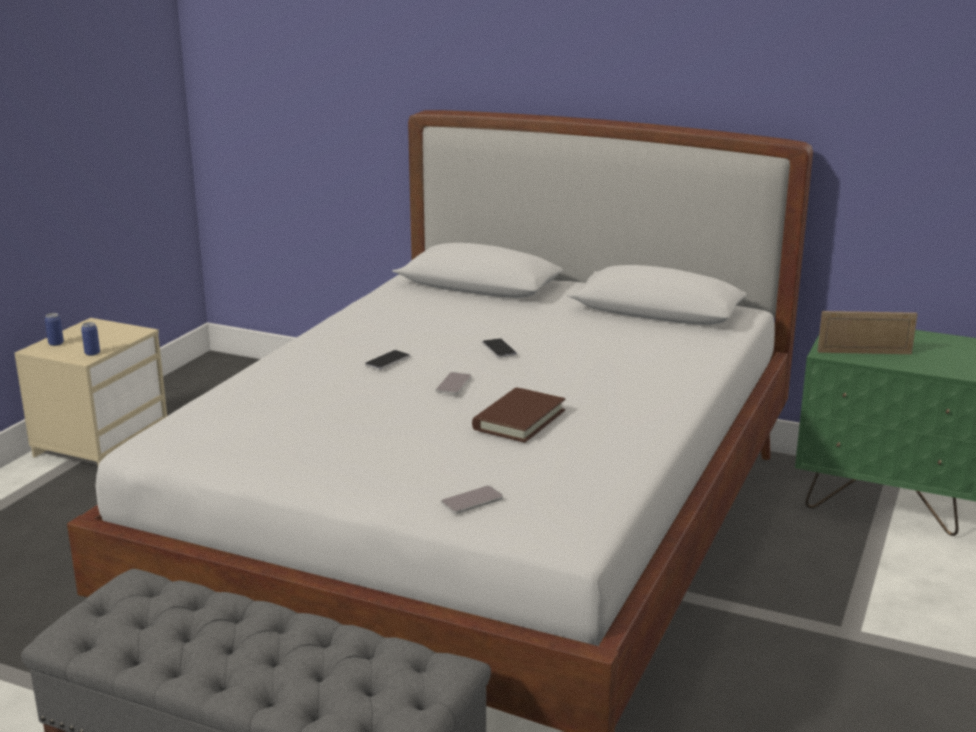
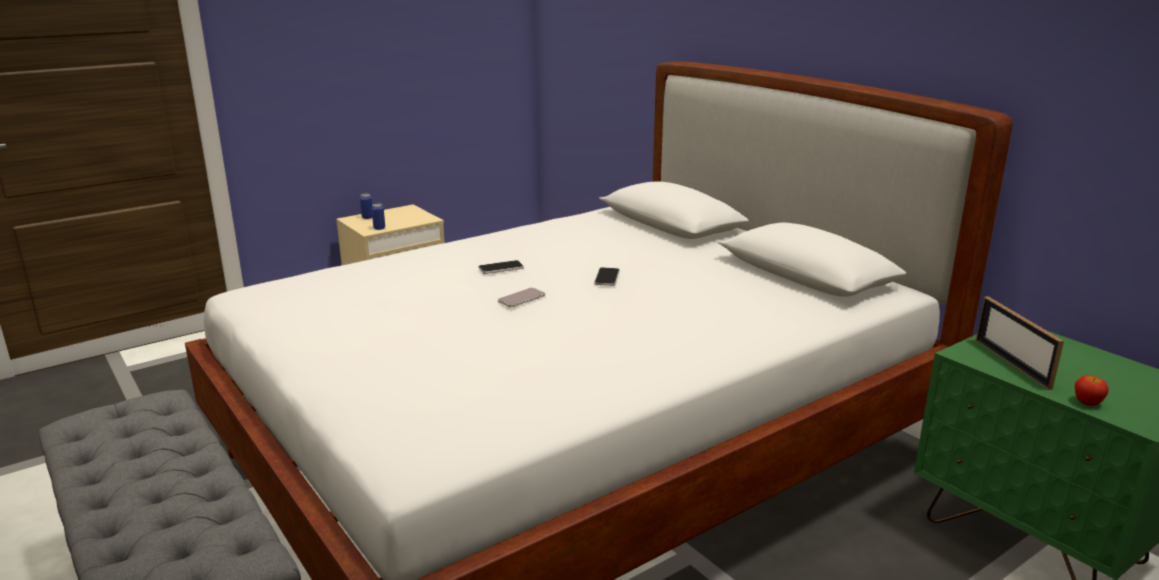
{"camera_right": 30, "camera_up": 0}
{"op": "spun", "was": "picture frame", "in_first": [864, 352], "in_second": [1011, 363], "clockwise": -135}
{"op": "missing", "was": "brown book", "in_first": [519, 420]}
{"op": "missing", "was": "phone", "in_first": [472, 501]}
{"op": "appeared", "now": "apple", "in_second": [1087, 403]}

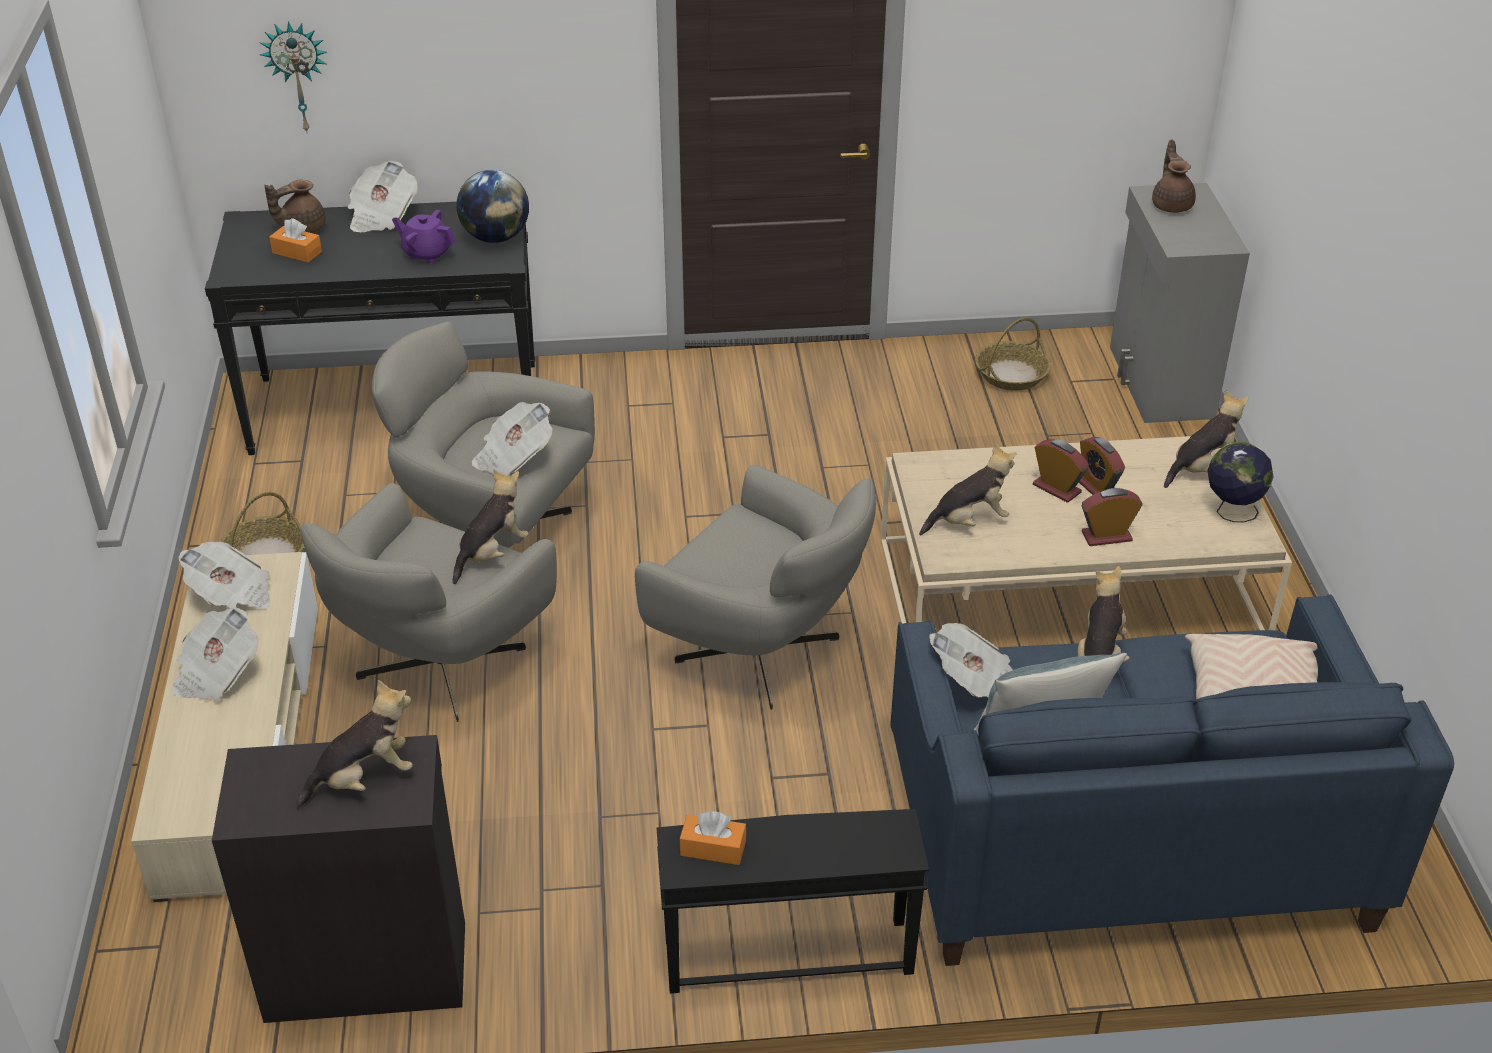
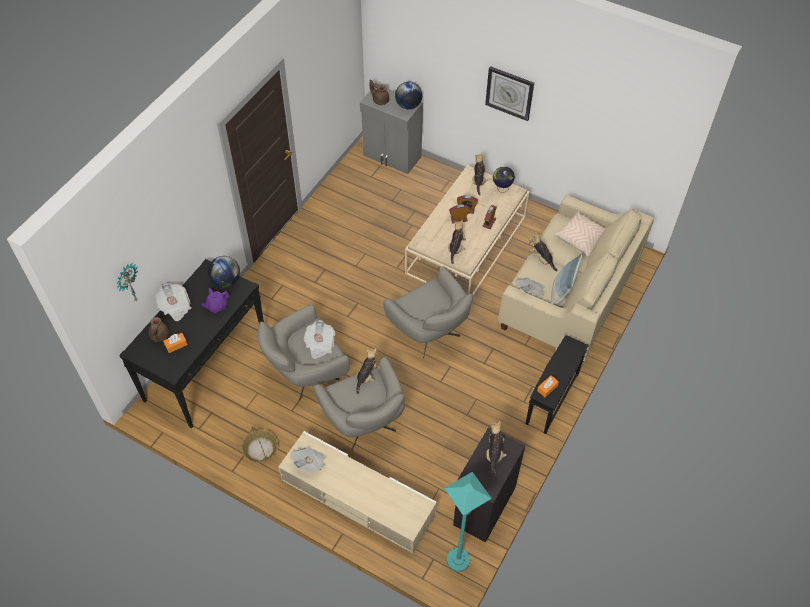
{"camera_right": -55, "camera_up": 15}
{"op": "missing", "was": "basket", "in_first": [1011, 375]}
{"op": "spun", "was": "grey armchair", "in_first": [763, 653], "in_second": [430, 334], "clockwise": 75}
{"op": "spun", "was": "plush toy", "in_first": [492, 553], "in_second": [367, 376], "clockwise": 45}
{"op": "colour", "was": "blue sofa", "now": "beige sofa", "in_first": [1126, 841], "in_second": [568, 298]}
{"op": "missing", "was": "newspaper", "in_first": [216, 674]}
{"op": "appeared", "now": "wall clock", "in_second": [509, 93]}
{"op": "appeared", "now": "globe", "in_second": [408, 105]}
{"op": "appeared", "now": "turquoise floor lamp", "in_second": [458, 560]}

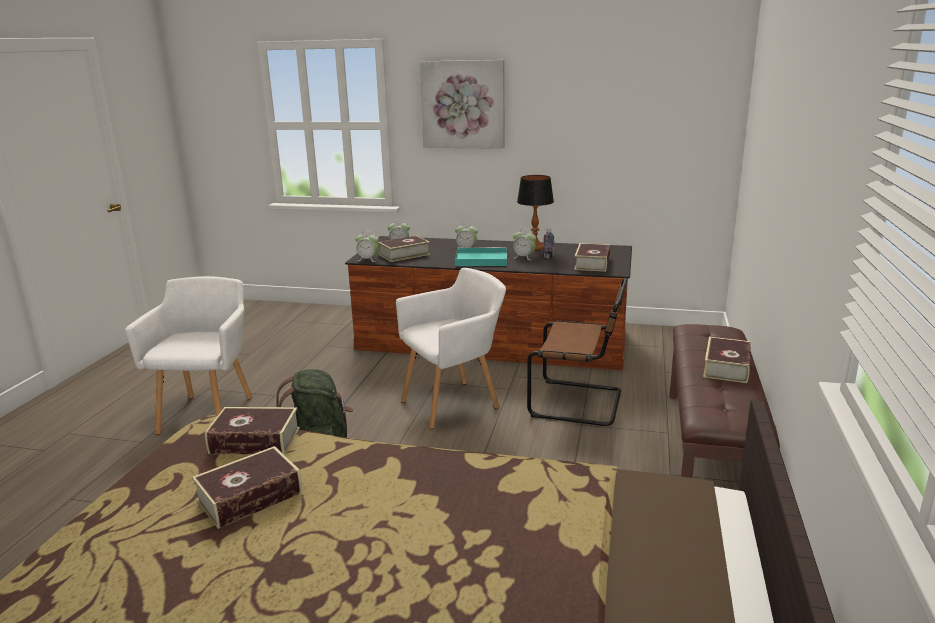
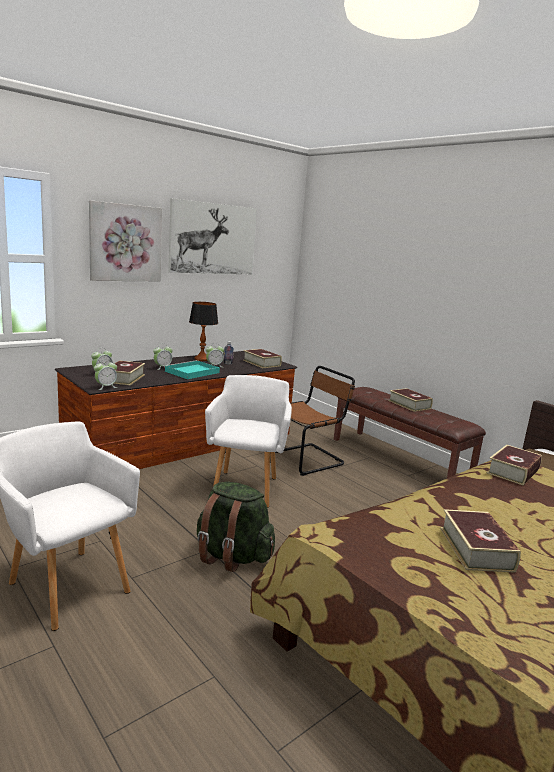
{"camera_right": -55, "camera_up": -5}
{"op": "relocated", "was": "book", "in_first": [255, 441], "in_second": [513, 471]}
{"op": "appeared", "now": "picture", "in_second": [213, 239]}

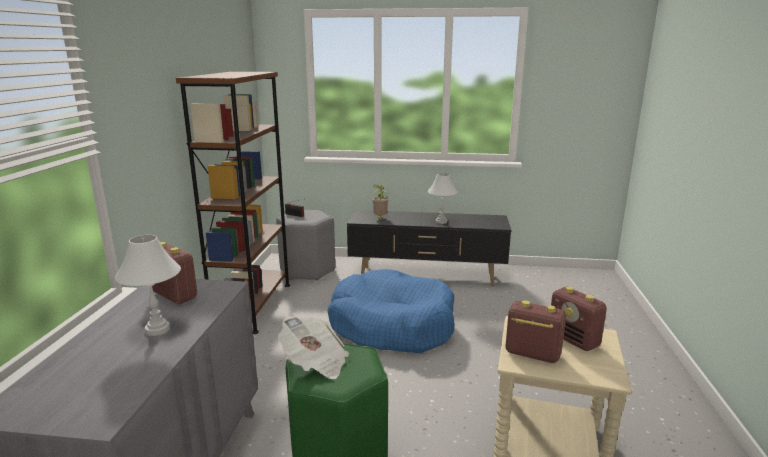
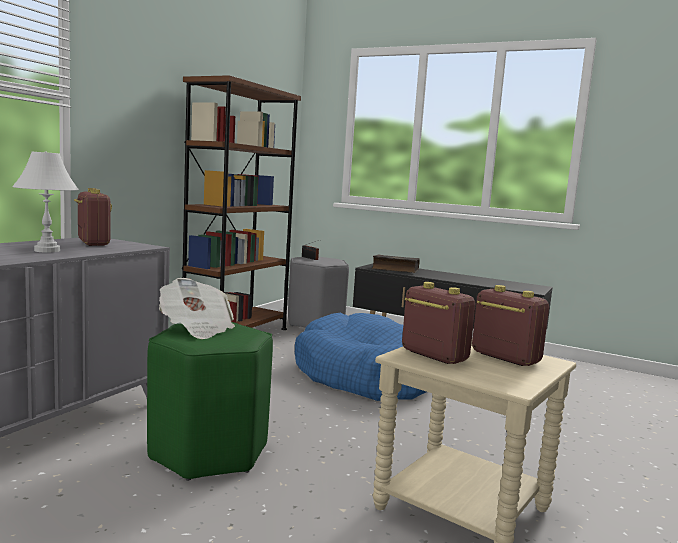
{"camera_right": 20, "camera_up": -10}
{"op": "missing", "was": "white table lamp", "in_first": [441, 222]}
{"op": "exchanged", "was": "potted plant", "now": "book", "in_first": [380, 219], "in_second": [395, 270]}
{"op": "spun", "was": "radio", "in_first": [574, 340], "in_second": [504, 357], "clockwise": 150}

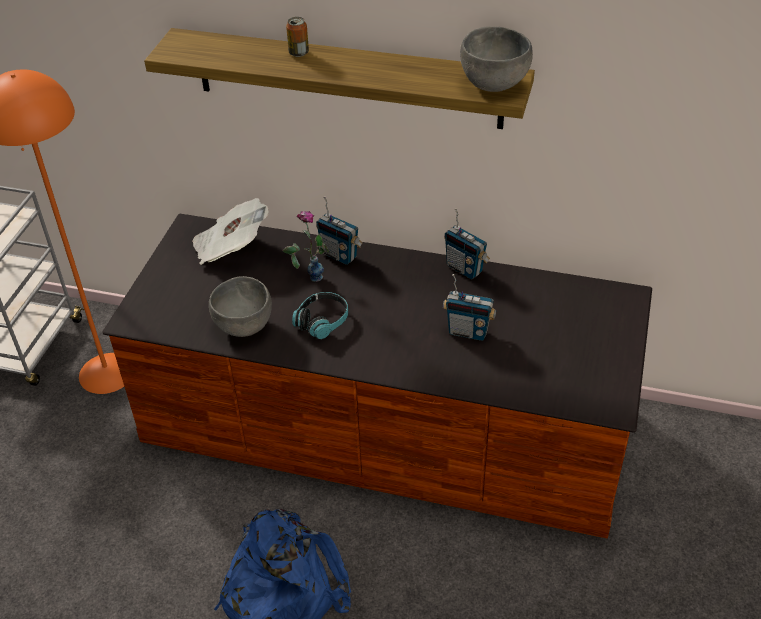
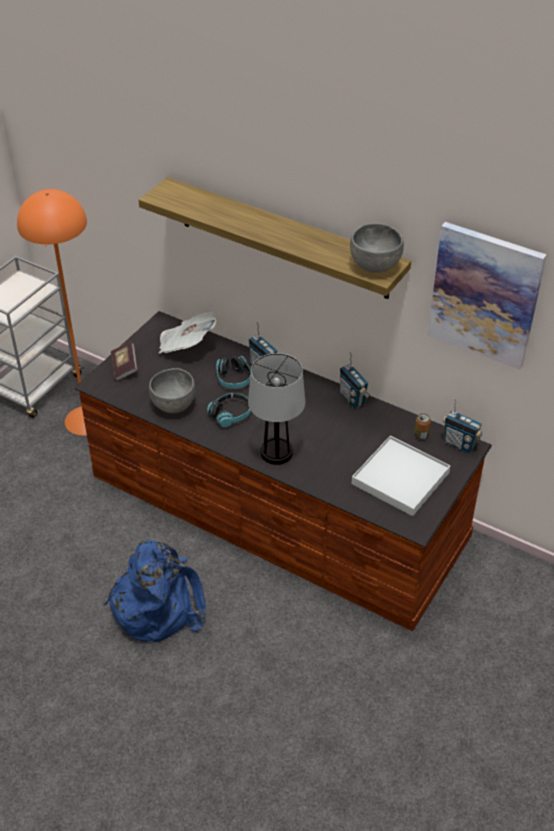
{"camera_right": 15, "camera_up": 0}
{"op": "relocated", "was": "can", "in_first": [298, 53], "in_second": [421, 435]}
{"op": "exchanged", "was": "vase", "now": "headphones", "in_first": [308, 276], "in_second": [234, 378]}
{"op": "relocated", "was": "radio", "in_first": [468, 332], "in_second": [459, 444]}
{"op": "appeared", "now": "picture", "in_second": [485, 295]}
{"op": "appeared", "now": "book", "in_second": [125, 367]}
{"op": "appeared", "now": "table lamp", "in_second": [277, 452]}
{"op": "appeared", "now": "white tray", "in_second": [400, 478]}

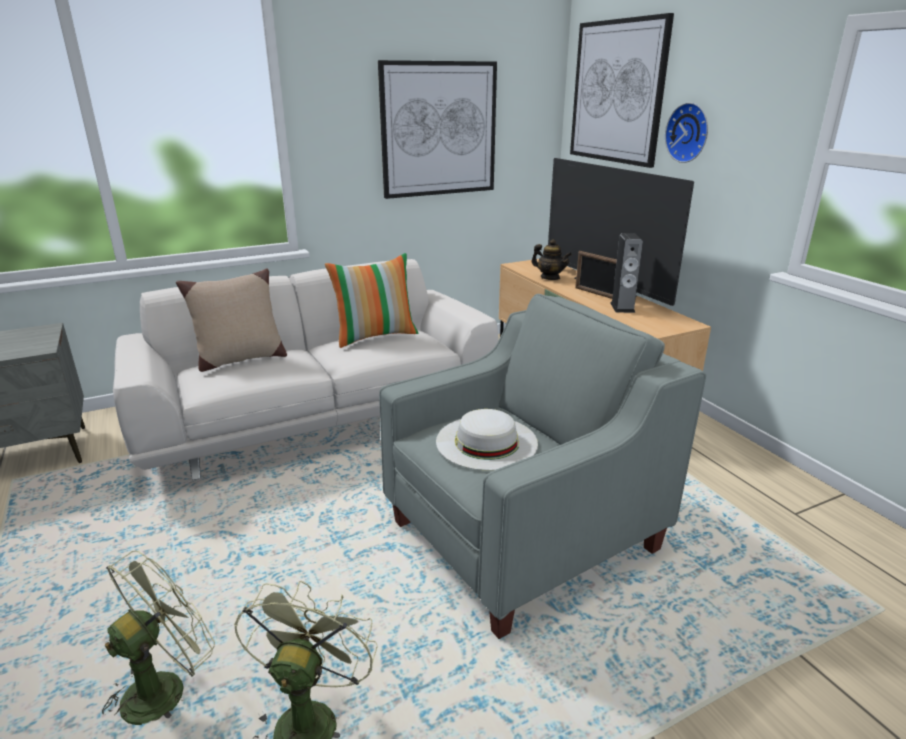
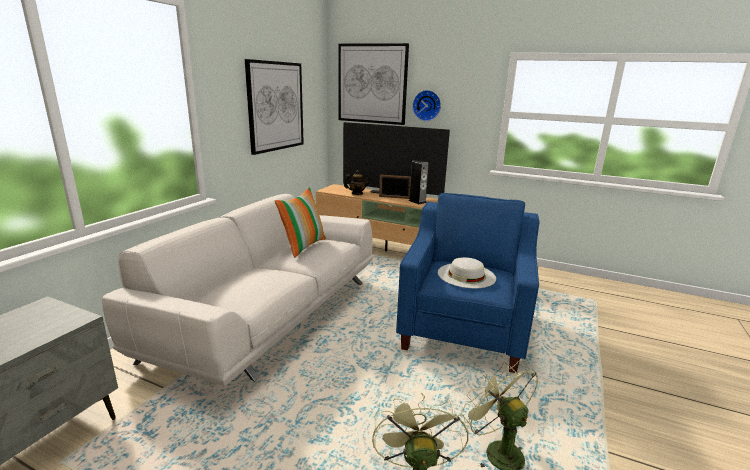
{"camera_right": -40, "camera_up": -5}
{"op": "missing", "was": "beige pillow", "in_first": [240, 359]}
{"op": "colour", "was": "grey armchair", "now": "blue armchair", "in_first": [524, 537], "in_second": [464, 329]}

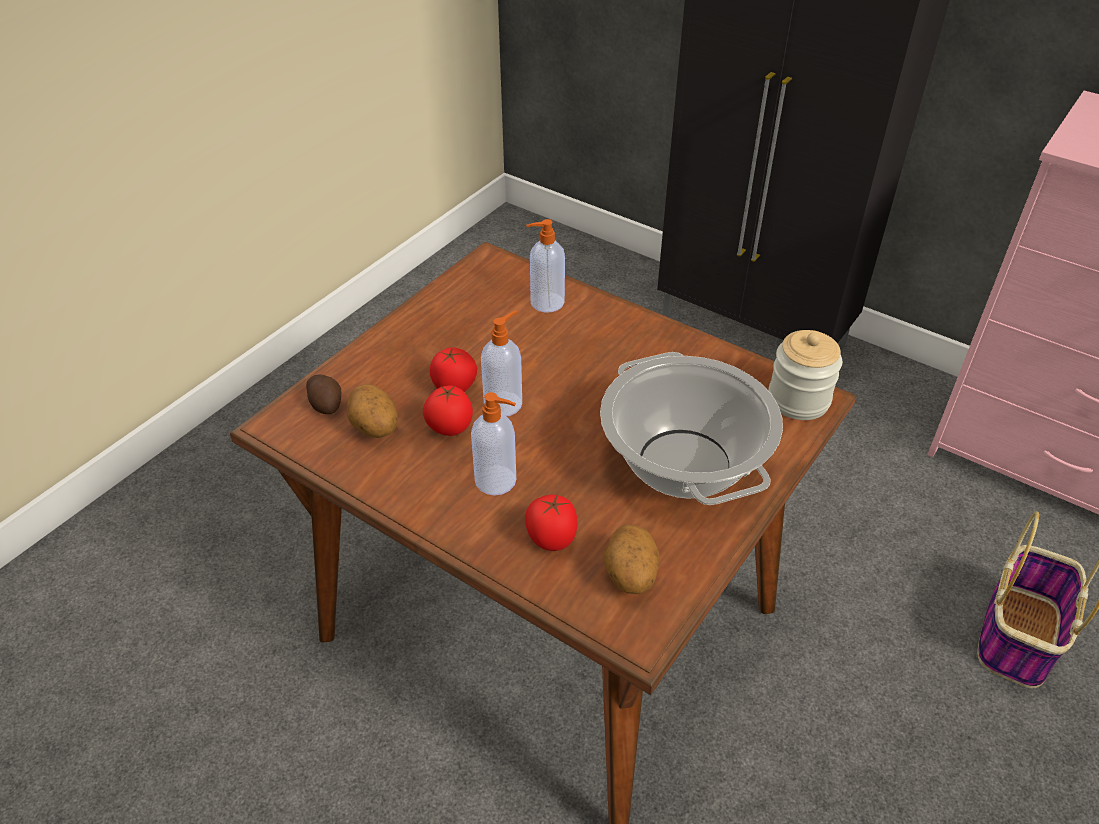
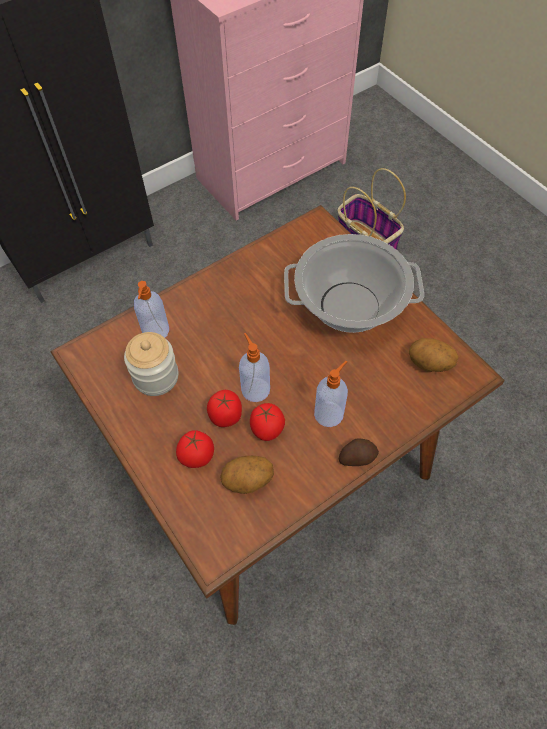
{"camera_right": -70, "camera_up": 15}
{"op": "relocated", "was": "jar", "in_first": [798, 400], "in_second": [156, 377]}
{"op": "relocated", "was": "potato", "in_first": [326, 403], "in_second": [357, 457]}
{"op": "relocated", "was": "tomato", "in_first": [551, 539], "in_second": [197, 457]}

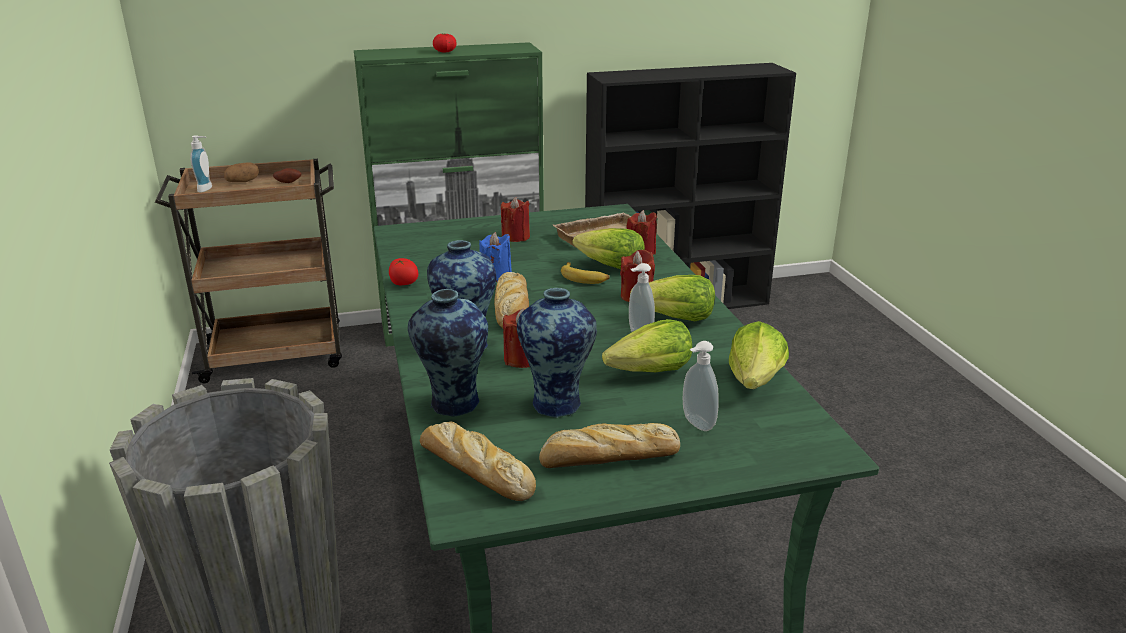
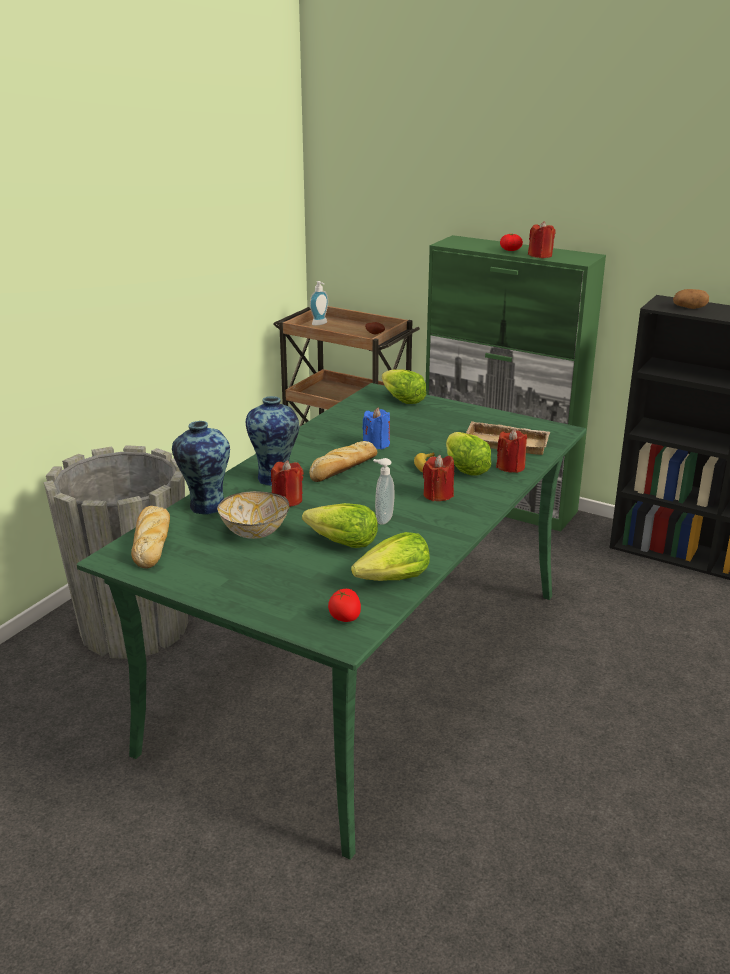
{"camera_right": 45, "camera_up": 0}
{"op": "relocated", "was": "potato", "in_first": [242, 181], "in_second": [689, 308]}
{"op": "relocated", "was": "red candle", "in_first": [515, 237], "in_second": [540, 255]}
{"op": "relocated", "was": "tomato", "in_first": [403, 283], "in_second": [345, 618]}
{"op": "relocated", "was": "lettuce", "in_first": [675, 318], "in_second": [401, 400]}
{"op": "exchanged", "was": "vase", "now": "bowl", "in_first": [557, 403], "in_second": [255, 532]}
{"op": "missing", "was": "soap dispenser", "in_first": [696, 424]}
{"op": "missing", "was": "bread", "in_first": [607, 458]}

